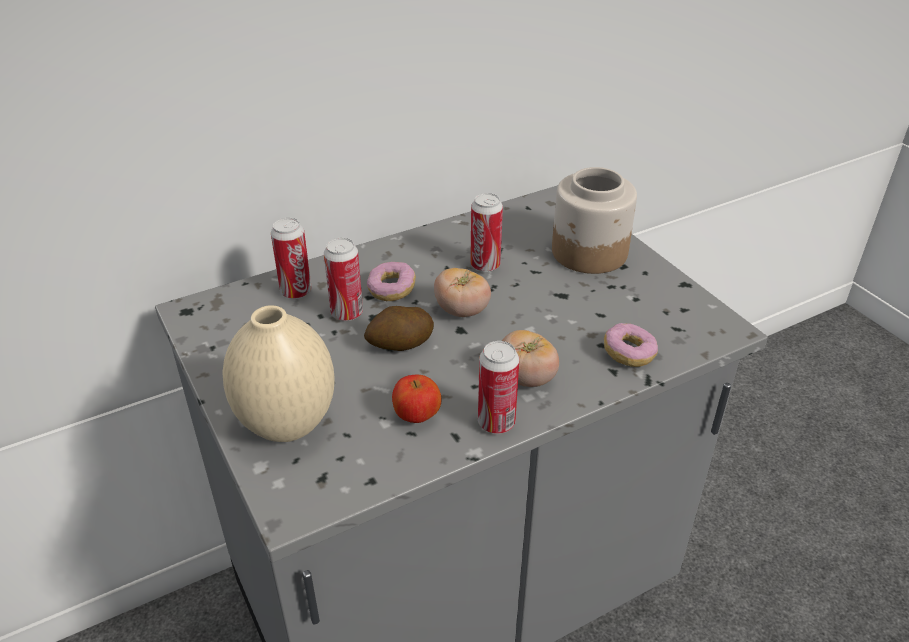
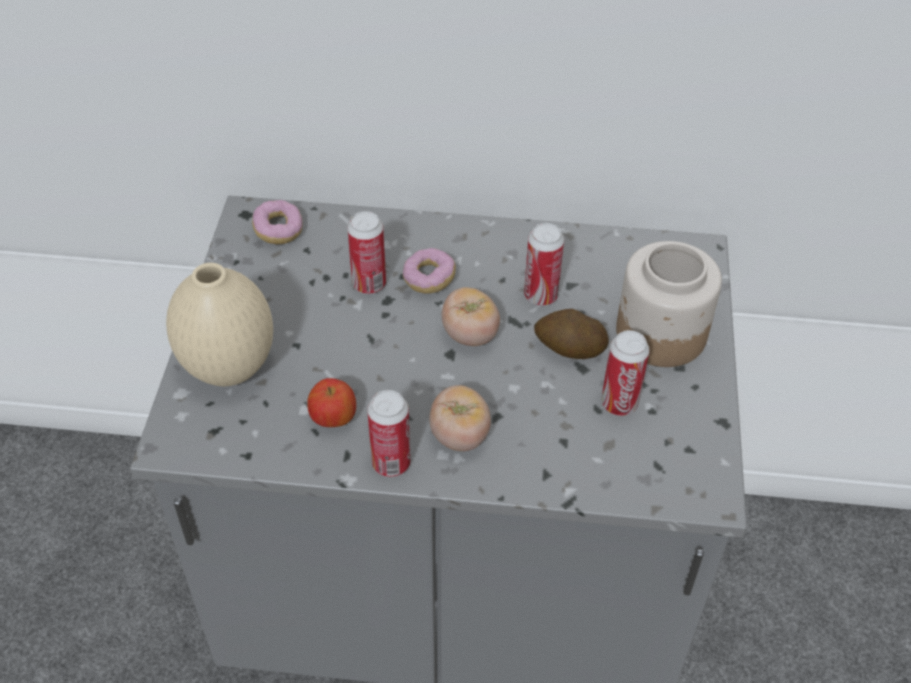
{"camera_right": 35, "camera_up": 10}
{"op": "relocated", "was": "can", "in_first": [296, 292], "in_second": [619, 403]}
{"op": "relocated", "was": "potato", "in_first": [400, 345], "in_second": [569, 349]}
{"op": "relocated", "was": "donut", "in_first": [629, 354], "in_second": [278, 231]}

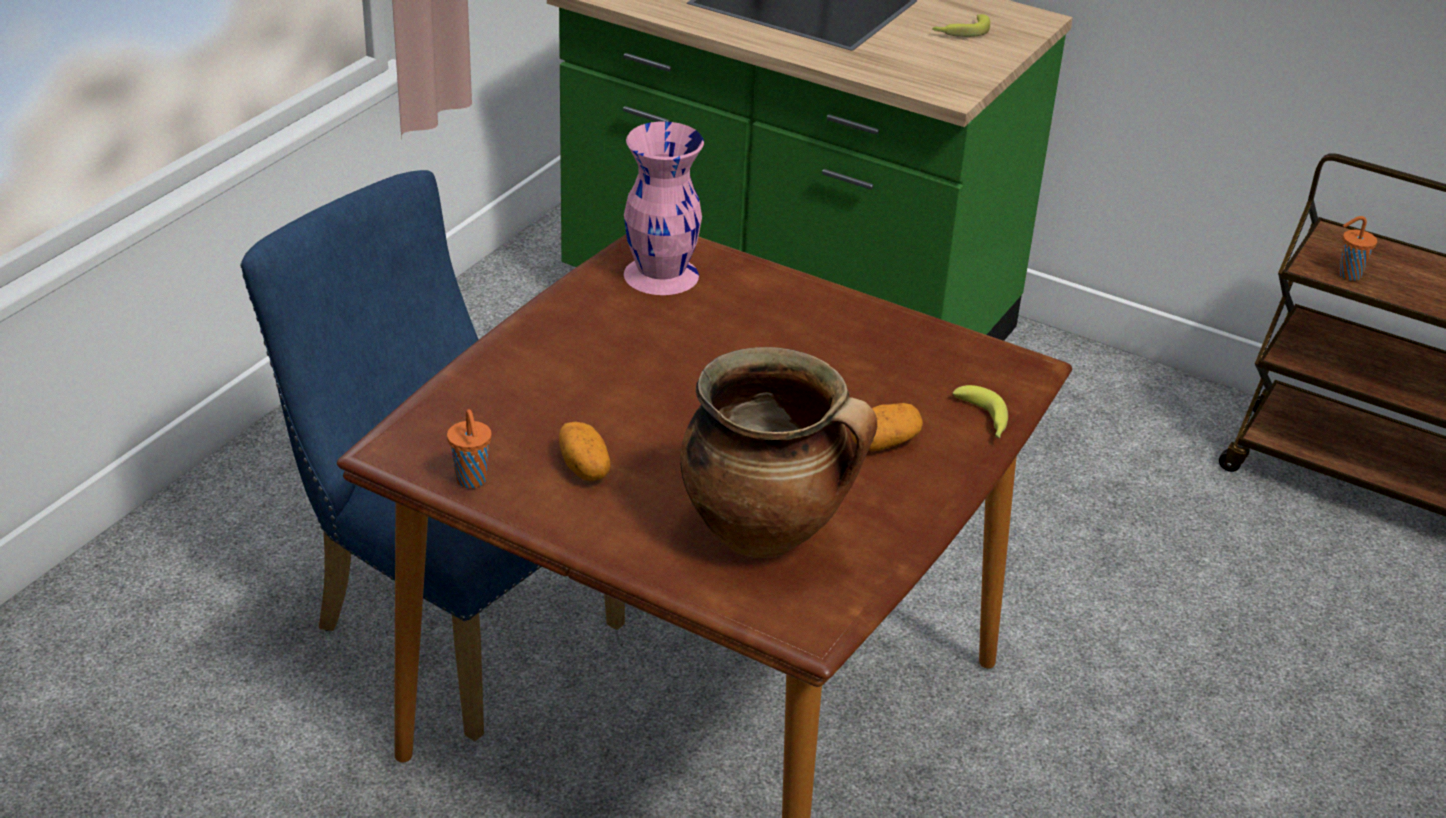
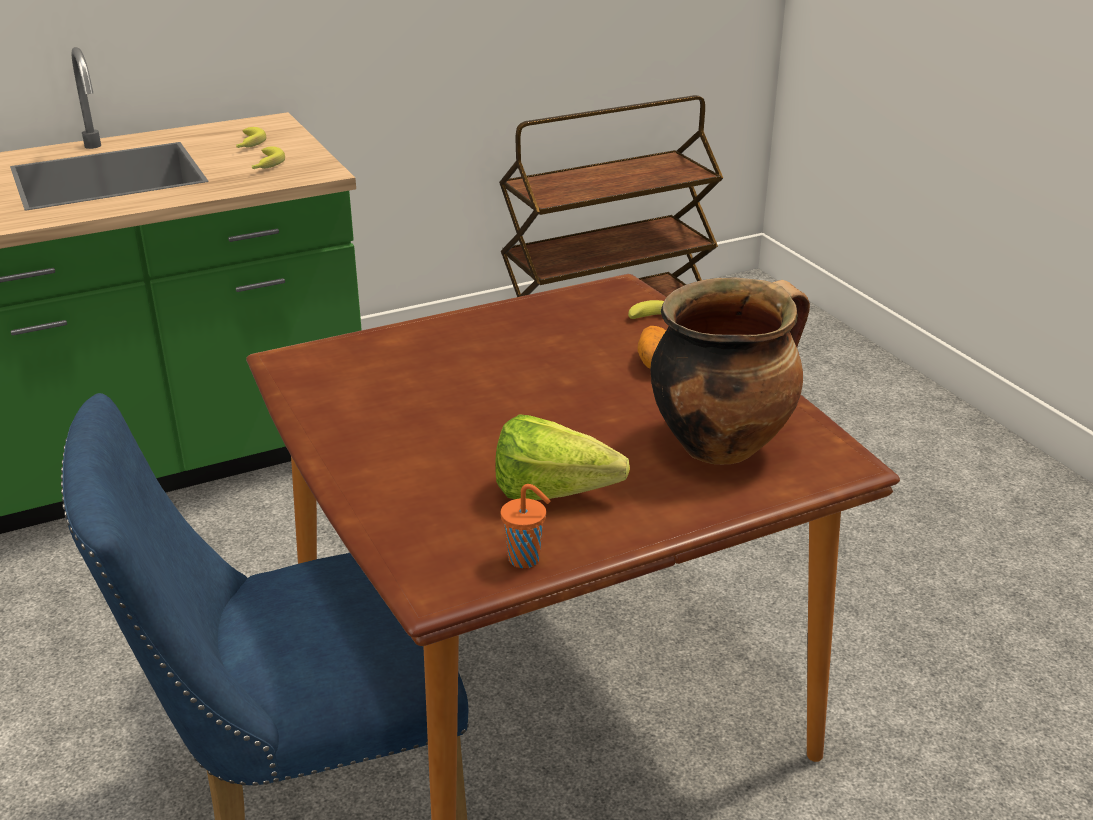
{"camera_right": -55, "camera_up": -5}
{"op": "missing", "was": "pink vase", "in_first": [661, 275]}
{"op": "missing", "was": "orange cup", "in_first": [1347, 275]}
{"op": "exchanged", "was": "potato", "now": "lettuce", "in_first": [584, 467], "in_second": [562, 495]}
{"op": "appeared", "now": "banana", "in_second": [265, 165]}

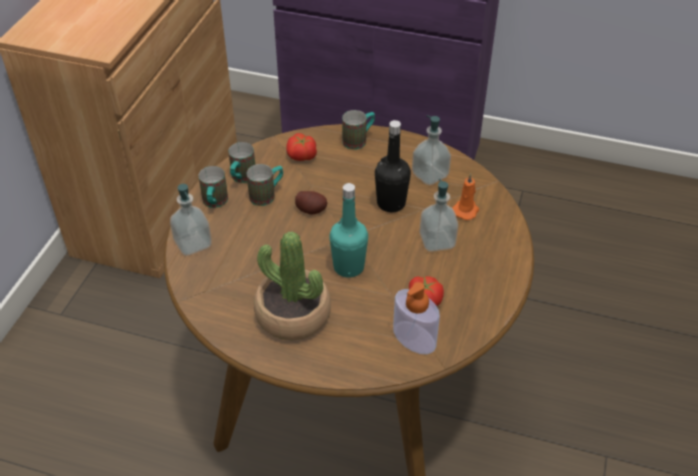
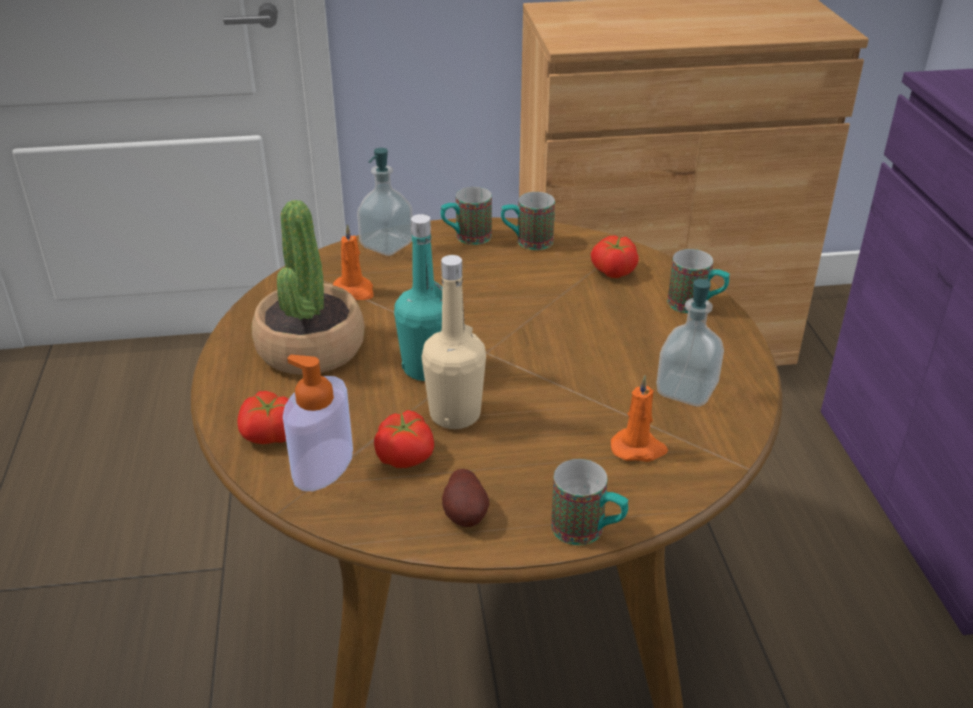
{"camera_right": 65, "camera_up": -10}
{"op": "missing", "was": "black bottle", "in_first": [391, 203]}
{"op": "relocated", "was": "mug", "in_first": [267, 195], "in_second": [588, 531]}
{"op": "missing", "was": "soap dispenser", "in_first": [437, 241]}
{"op": "relocated", "was": "potato", "in_first": [311, 209], "in_second": [465, 514]}
{"op": "appeared", "now": "orange candle", "in_second": [354, 291]}
{"op": "appeared", "now": "beige bottle", "in_second": [455, 414]}
{"op": "appeared", "now": "tomato", "in_second": [270, 435]}

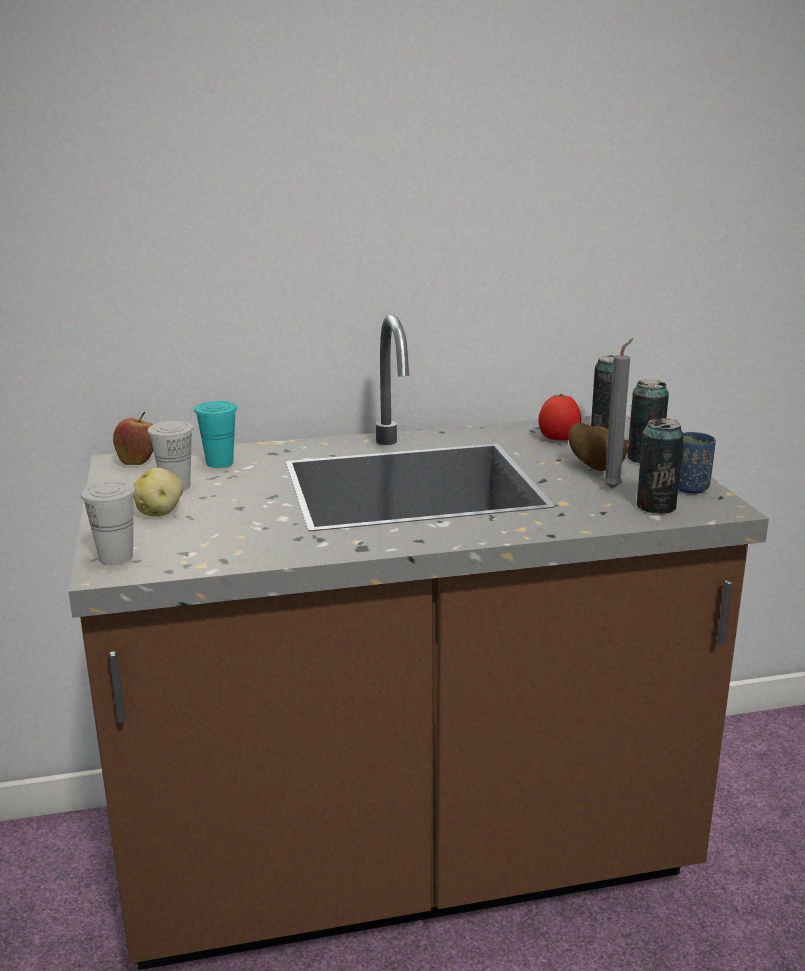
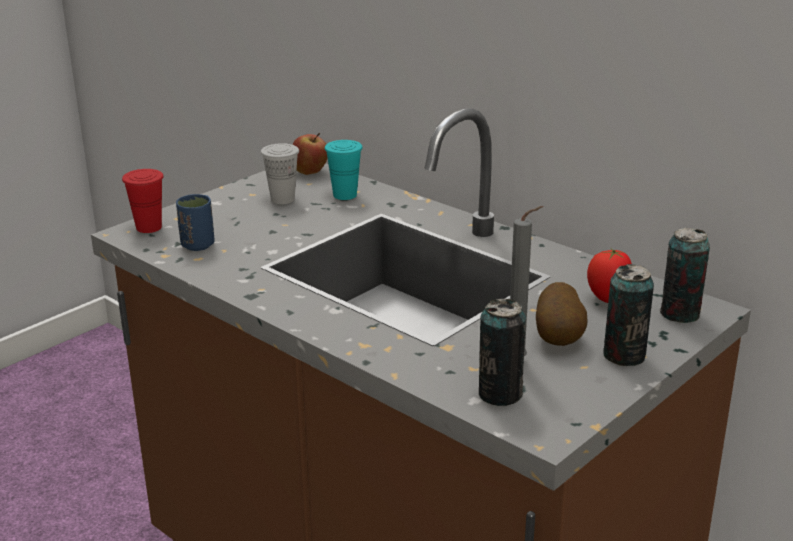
{"camera_right": 55, "camera_up": 5}
{"op": "relocated", "was": "blue cup", "in_first": [690, 488], "in_second": [197, 245]}
{"op": "missing", "was": "potato", "in_first": [160, 512]}
{"op": "colour", "was": "white cup", "now": "red cup", "in_first": [116, 557], "in_second": [149, 227]}

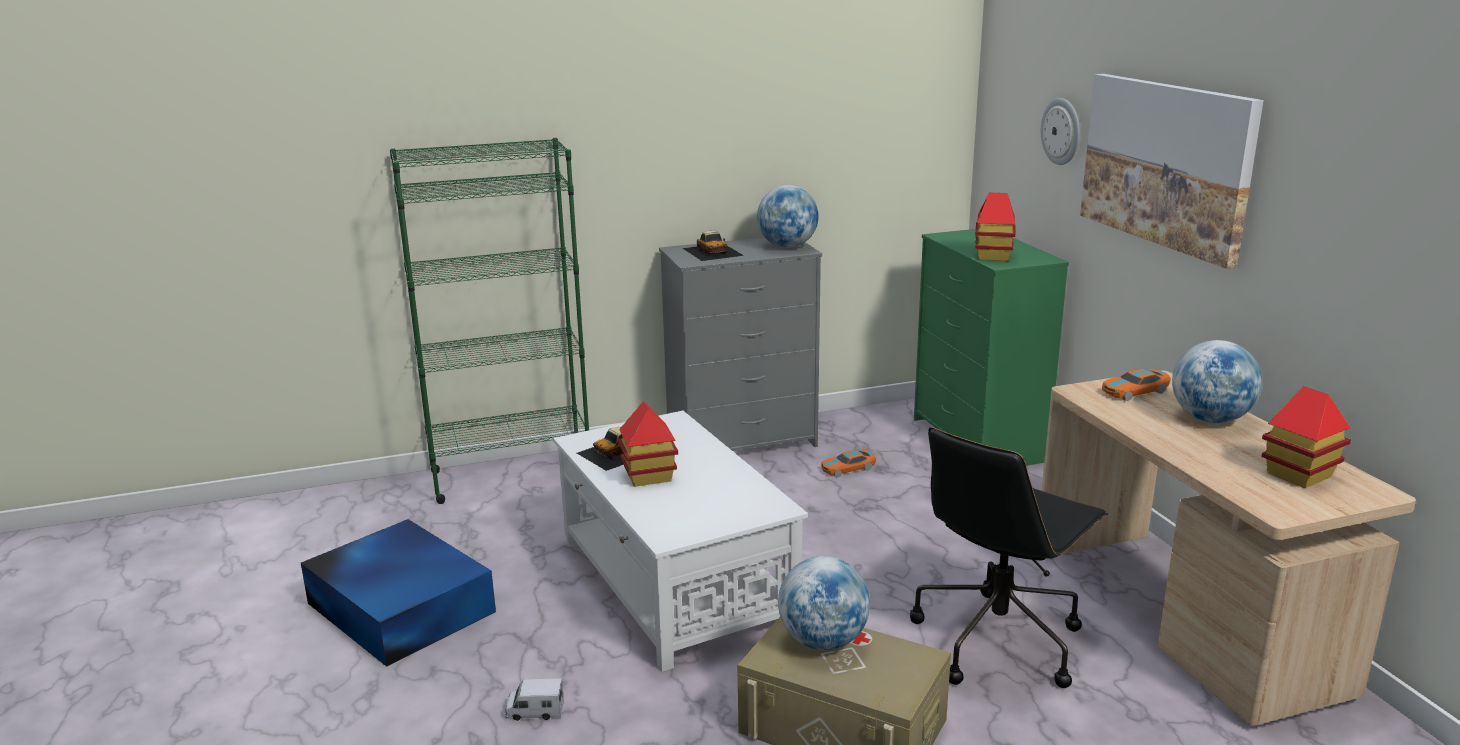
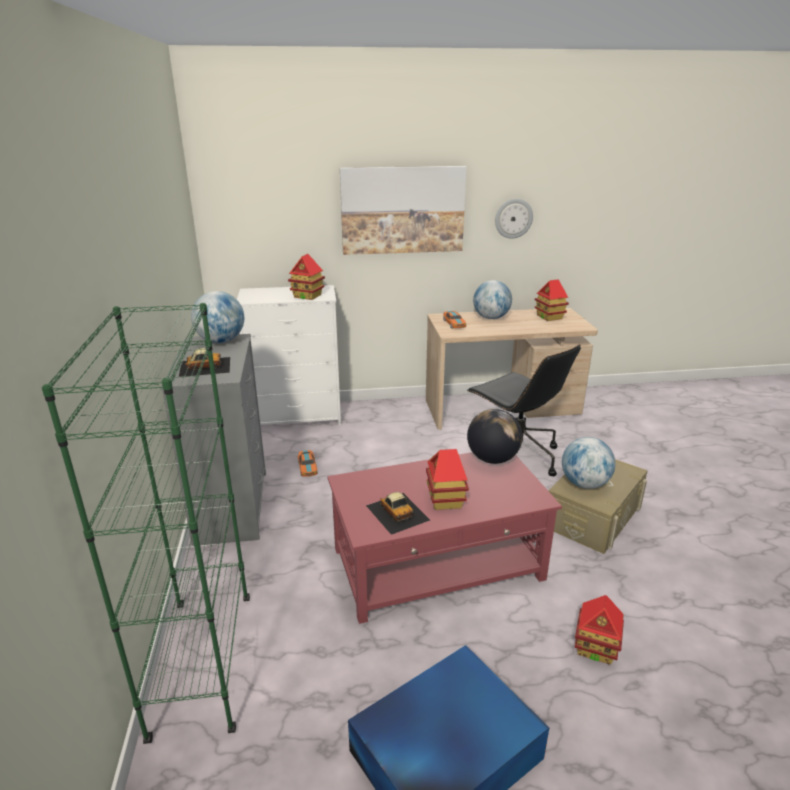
{"camera_right": -80, "camera_up": 5}
{"op": "relocated", "was": "wall clock", "in_first": [1061, 131], "in_second": [513, 218]}
{"op": "colour", "was": "green dresser", "now": "white dresser", "in_first": [978, 440], "in_second": [297, 416]}
{"op": "colour", "was": "white coffee table", "now": "red coffee table", "in_first": [675, 582], "in_second": [438, 564]}
{"op": "exchanged", "was": "toy truck", "now": "toy house", "in_first": [535, 711], "in_second": [595, 648]}
{"op": "appeared", "now": "globe", "in_second": [492, 459]}

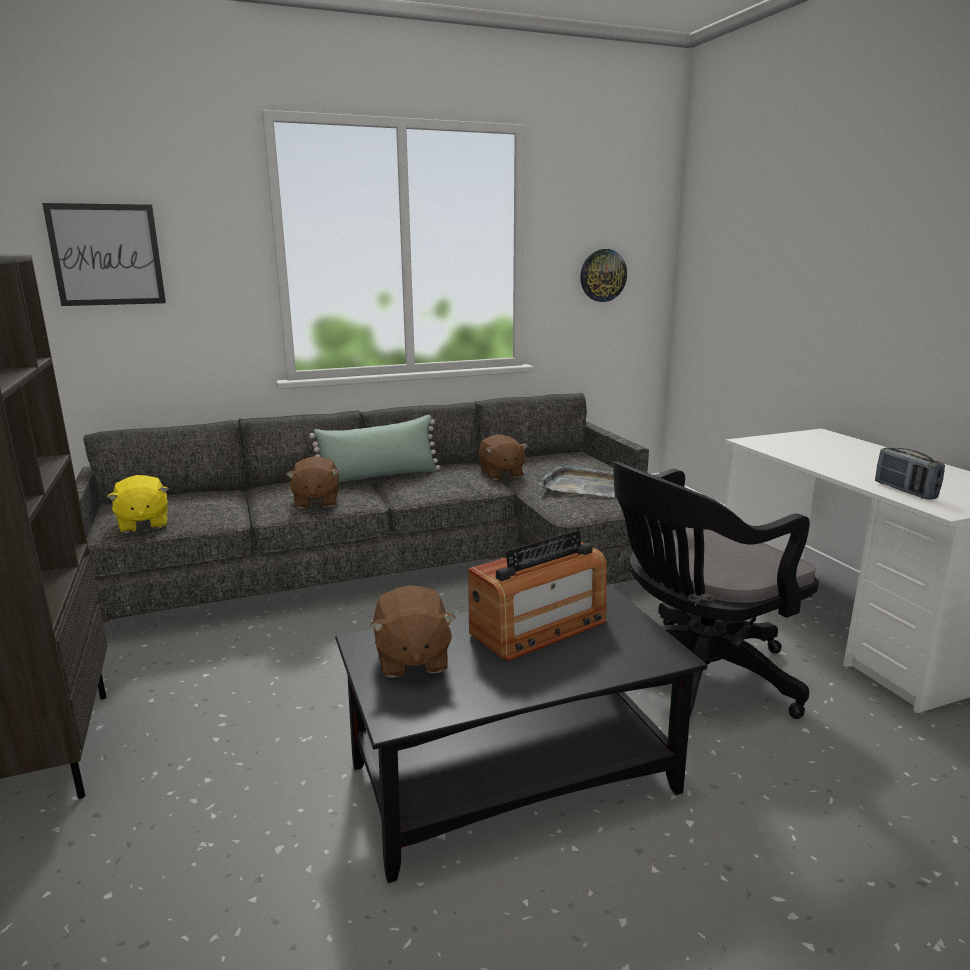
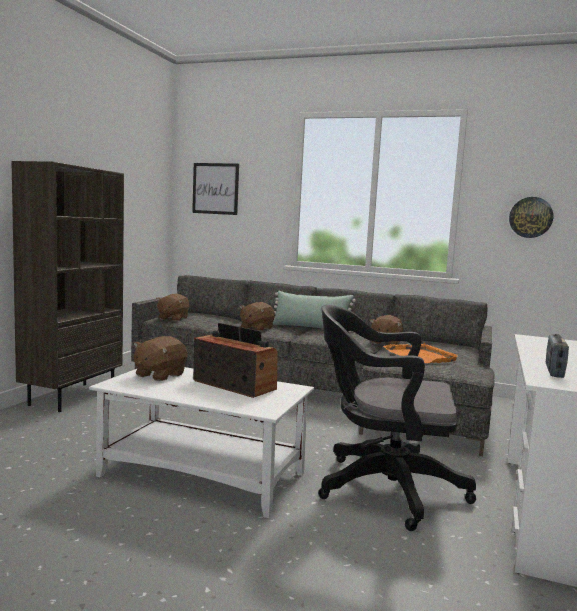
{"camera_right": 40, "camera_up": -10}
{"op": "colour", "was": "grey tray", "now": "orange tray", "in_first": [583, 485], "in_second": [421, 356]}
{"op": "colour", "was": "yellow plush toy", "now": "brown plush toy", "in_first": [143, 524], "in_second": [172, 318]}
{"op": "spun", "was": "radio", "in_first": [539, 627], "in_second": [234, 385], "clockwise": -150}
{"op": "colour", "was": "black coffee table", "now": "white coffee table", "in_first": [515, 777], "in_second": [204, 475]}

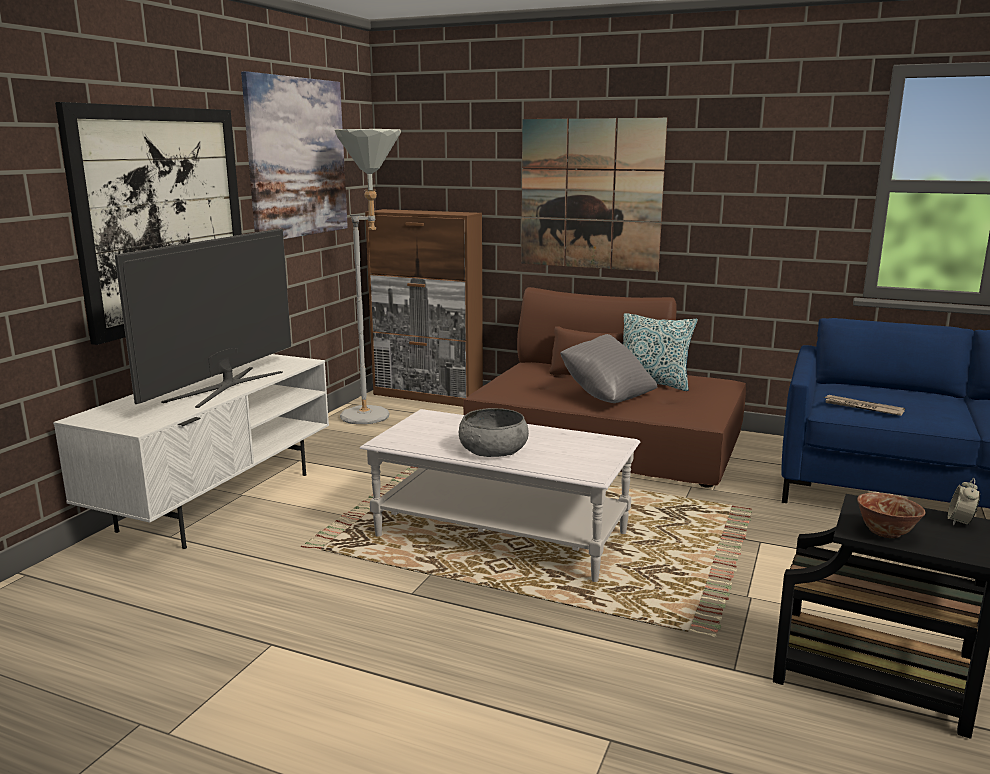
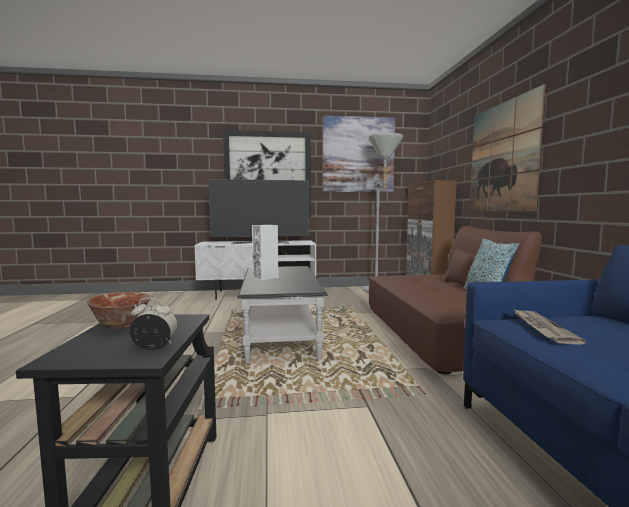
{"camera_right": 60, "camera_up": -10}
{"op": "missing", "was": "grey pillow", "in_first": [606, 396]}
{"op": "exchanged", "was": "grey bowl", "now": "white speaker", "in_first": [493, 449], "in_second": [266, 277]}
{"op": "colour", "was": "white coffee table", "now": "black coffee table", "in_first": [501, 535], "in_second": [281, 335]}

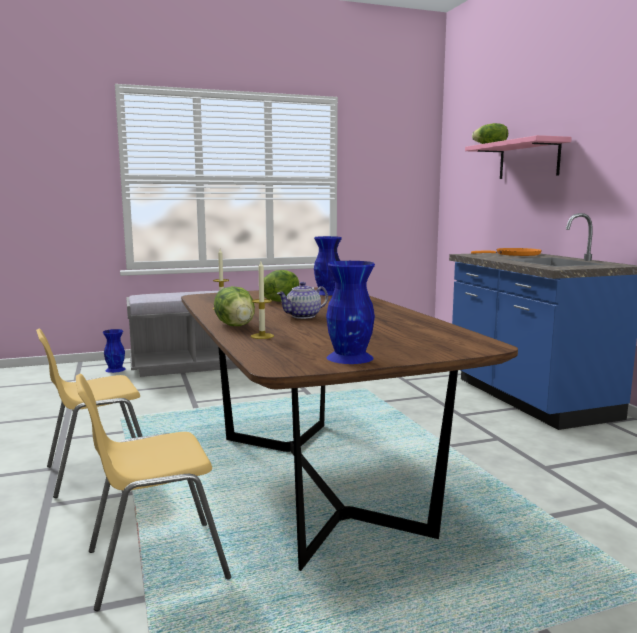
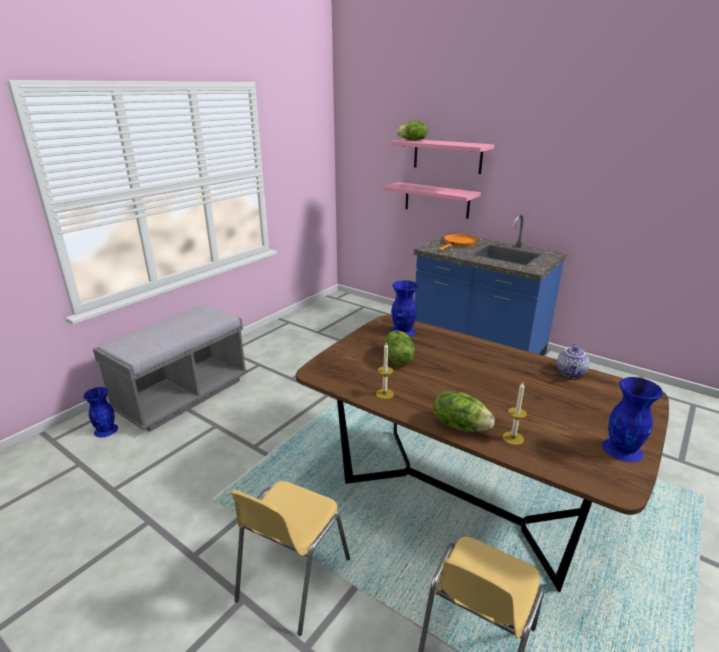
{"camera_right": -35, "camera_up": 15}
{"op": "relocated", "was": "teapot", "in_first": [303, 316], "in_second": [571, 373]}
{"op": "appeared", "now": "pink shelf", "in_second": [436, 200]}

